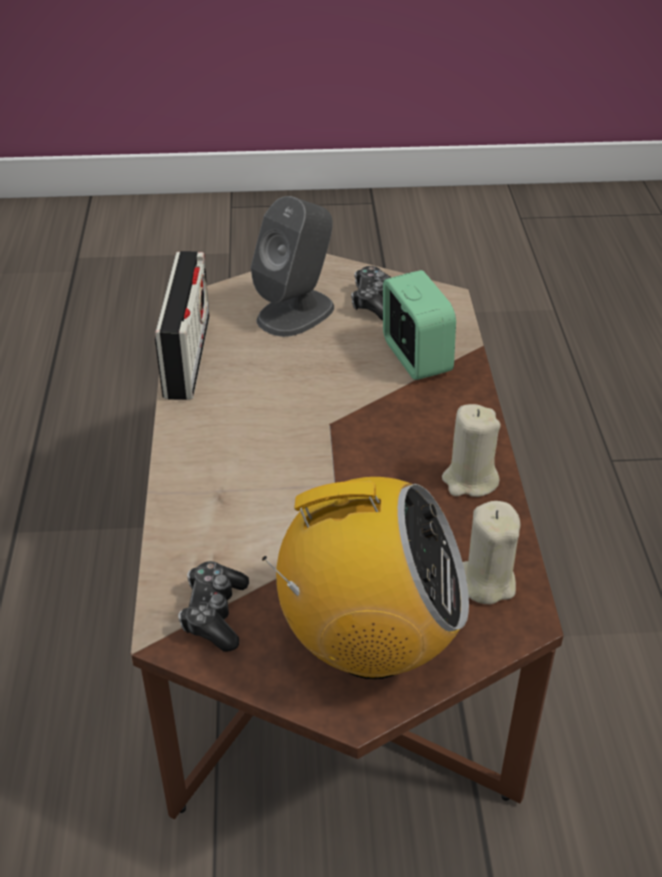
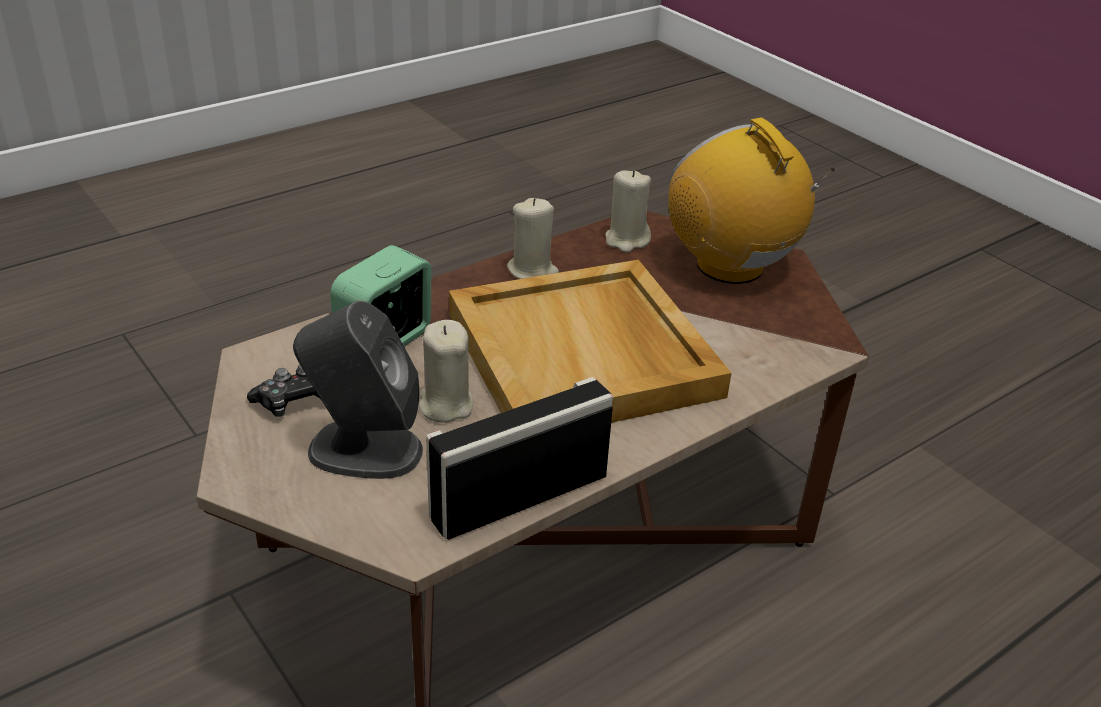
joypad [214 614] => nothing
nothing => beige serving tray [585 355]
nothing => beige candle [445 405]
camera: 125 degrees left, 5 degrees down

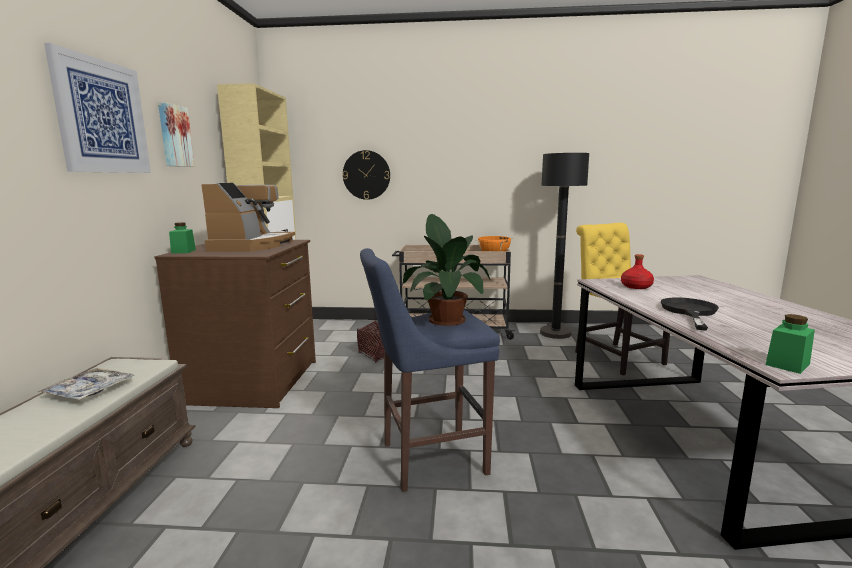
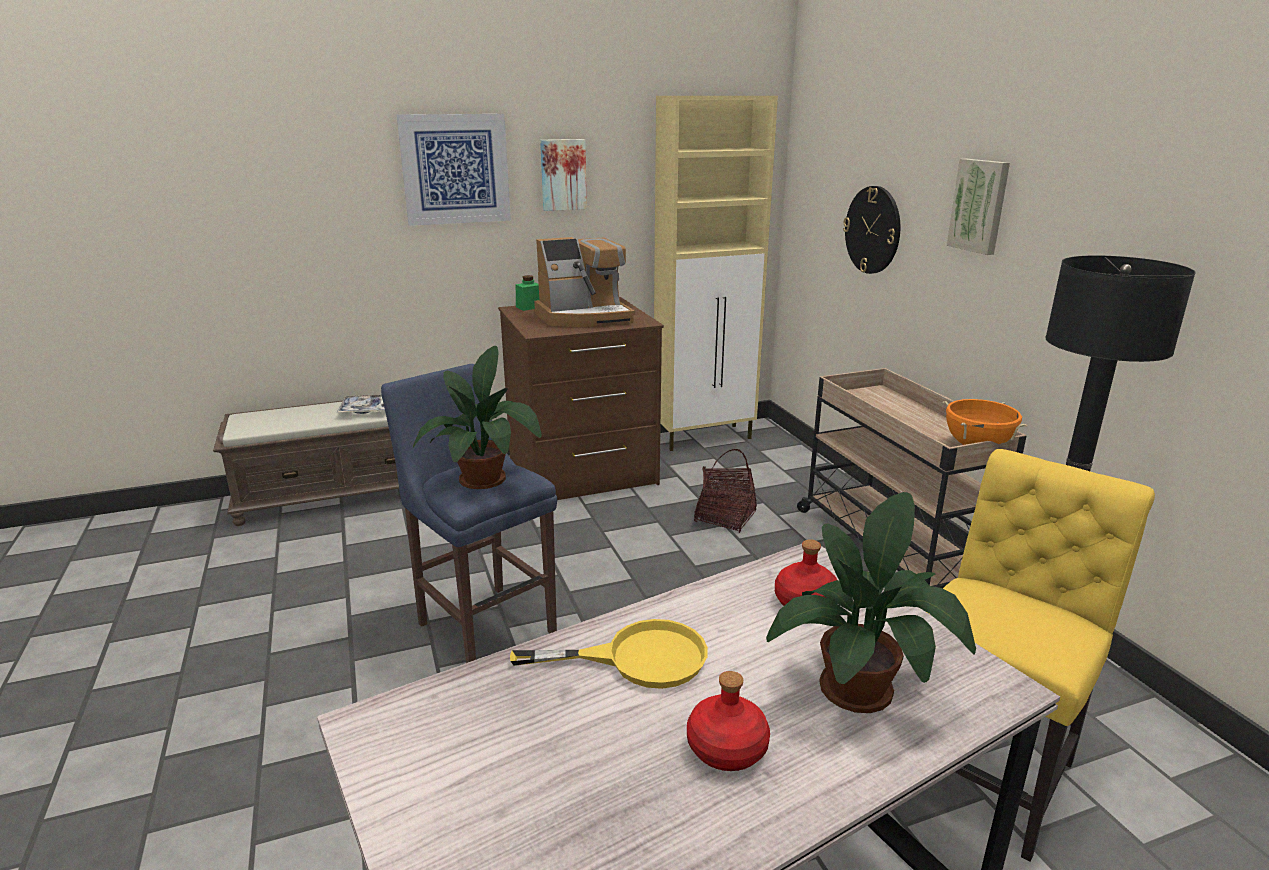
black skillet [689 312] => yellowish skillet [637 658]
green storage jar [787 364] => nothing
nothing => wall picture [980 206]
nothing => plant in a pot [862 686]
nothing => red bottle [727 748]
camera: 65 degrees right, 10 degrees up

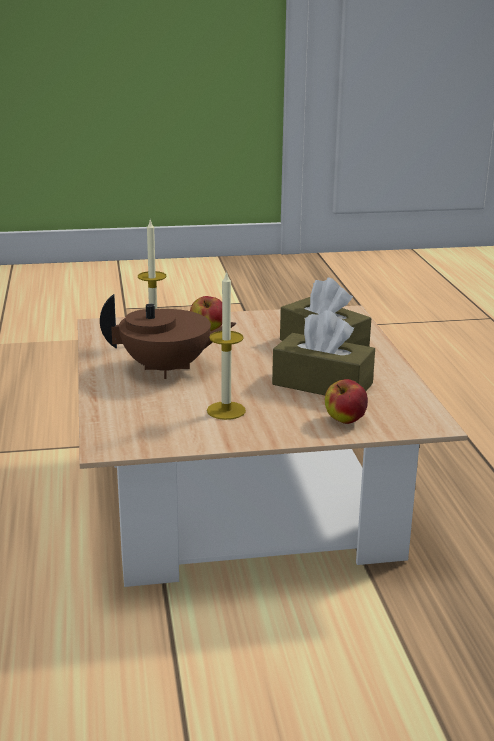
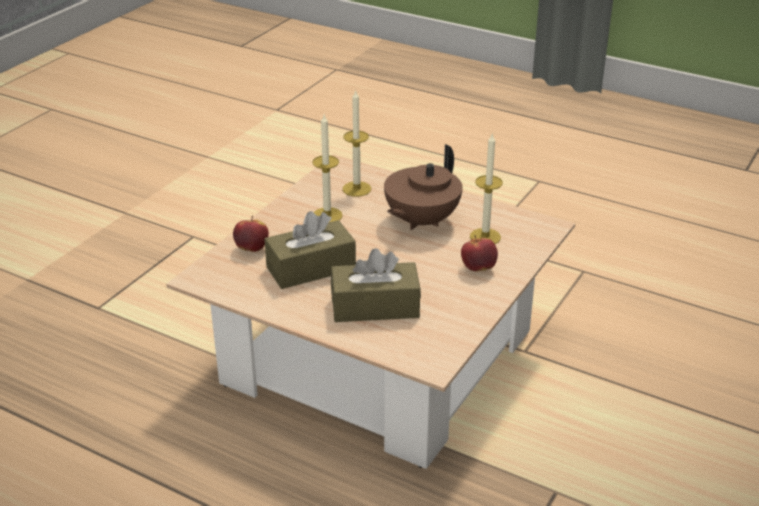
nothing => candle [356 189]
camera: 130 degrees right, 10 degrees up

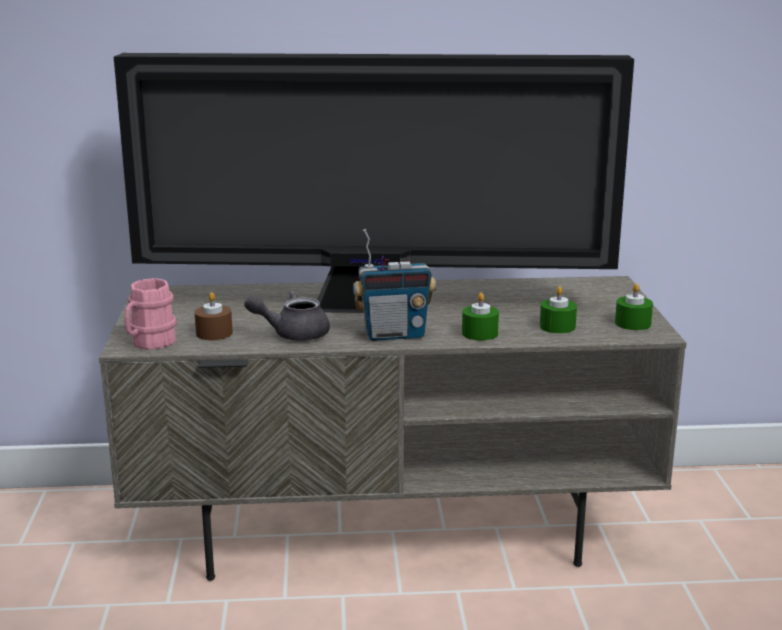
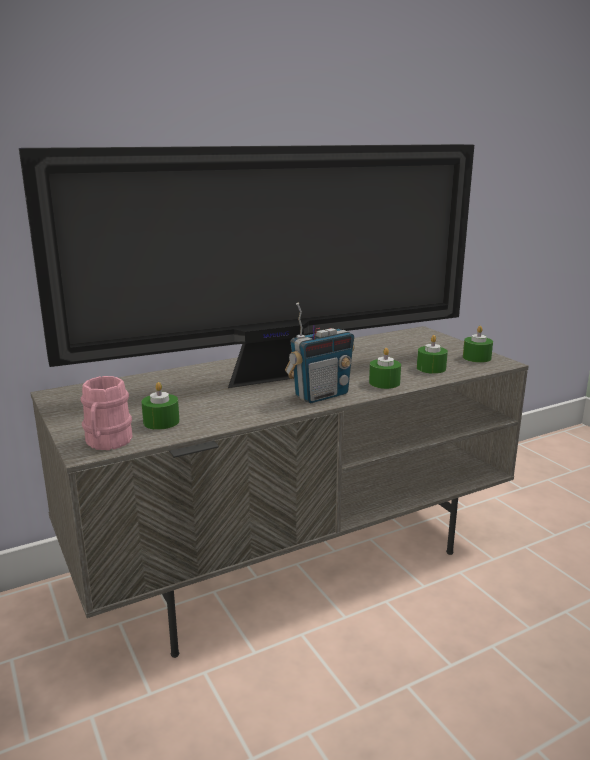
gray pot for tea [292 334] => nothing
brown candle [214 333] => green candle [161 422]
camera: 25 degrees left, 0 degrees up

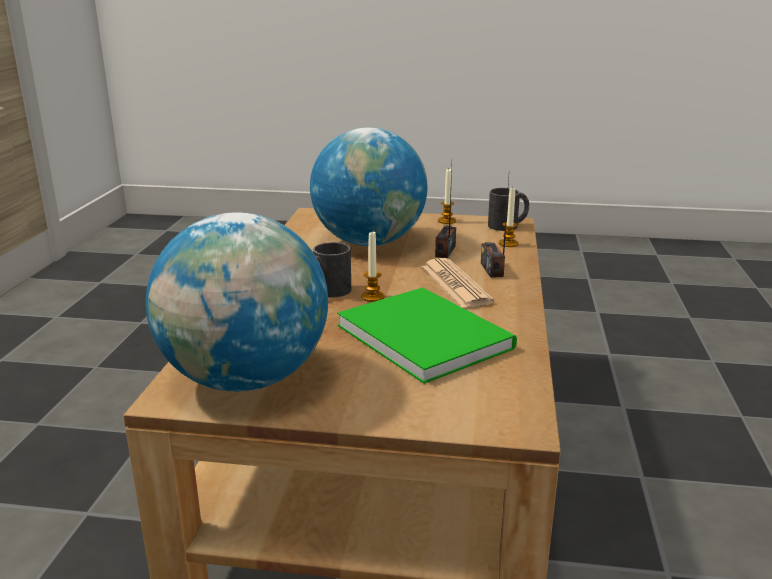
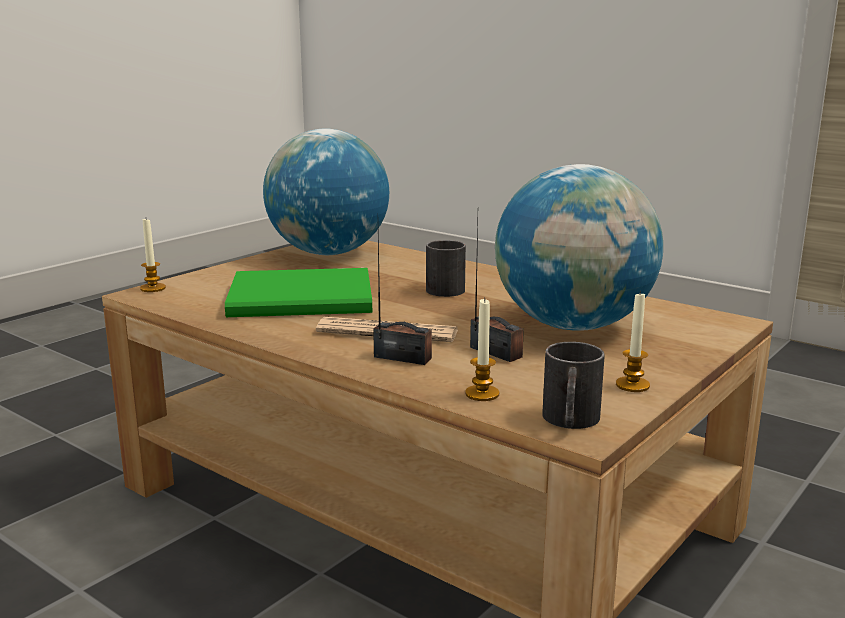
candle [372 297] => candle [153 288], relocated
camera: 120 degrees right, 5 degrees down

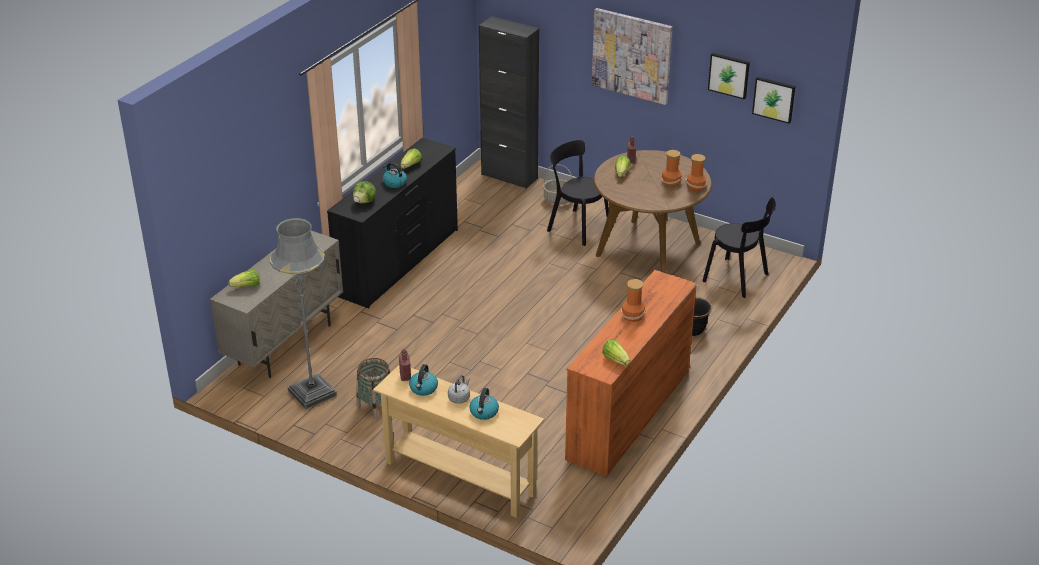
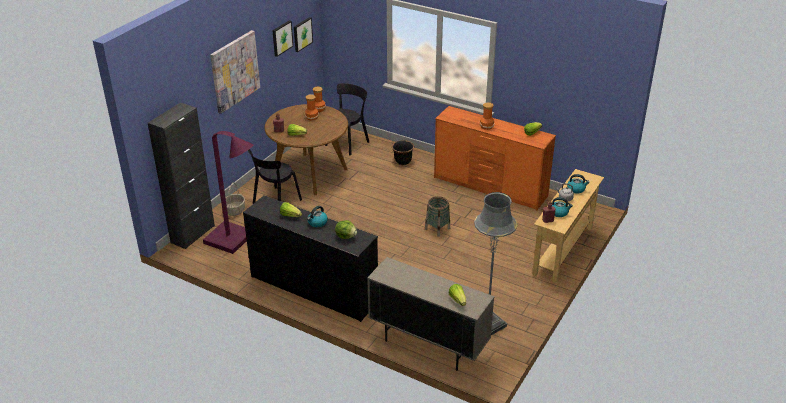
basket [375 406] => basket [437 229], relocated
nothing => purple-coloured floor lamp [235 240]
camera: 90 degrees left, 0 degrees up

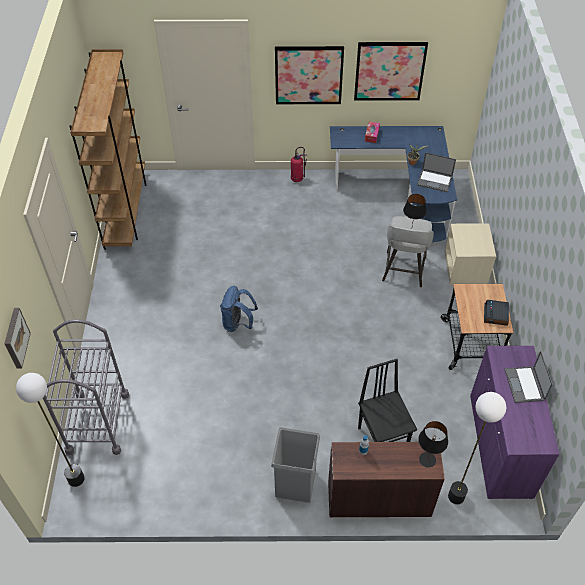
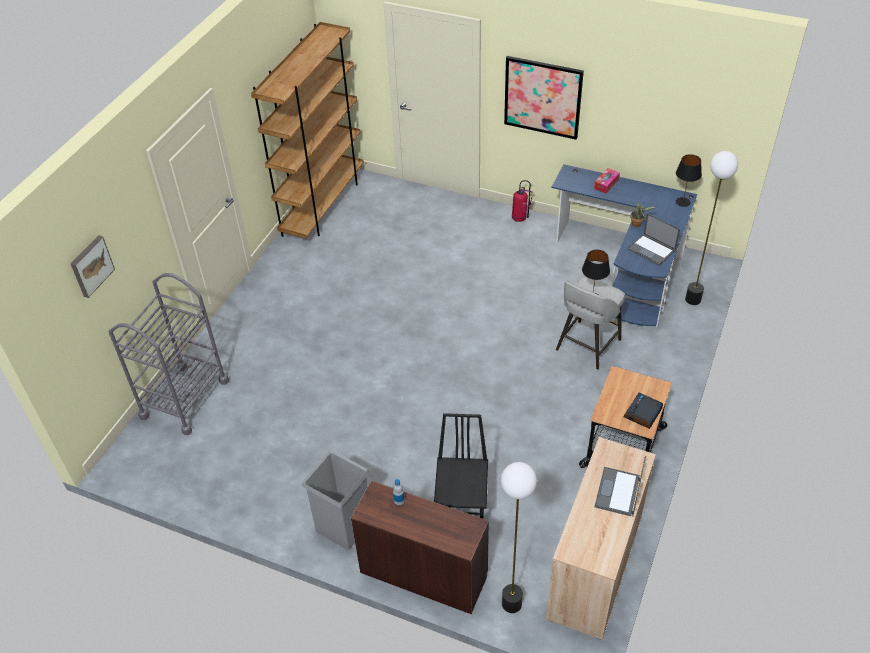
wall picture [389 71] => nothing
beige nightstand [466 268] => nothing
blue knapsack [238 323] => nothing
purple-coloured storage cabinet [500 445] => beige storage cabinet [594 568]
floor lamp [76 479] => floor lamp [692 299], relocated
black tabletop lamp [427 459] => black tabletop lamp [682 202], relocated
camera: 25 degrees right, 5 degrees down

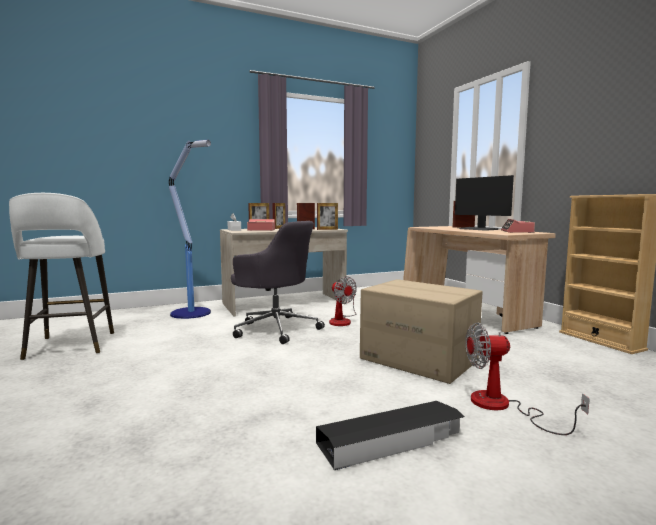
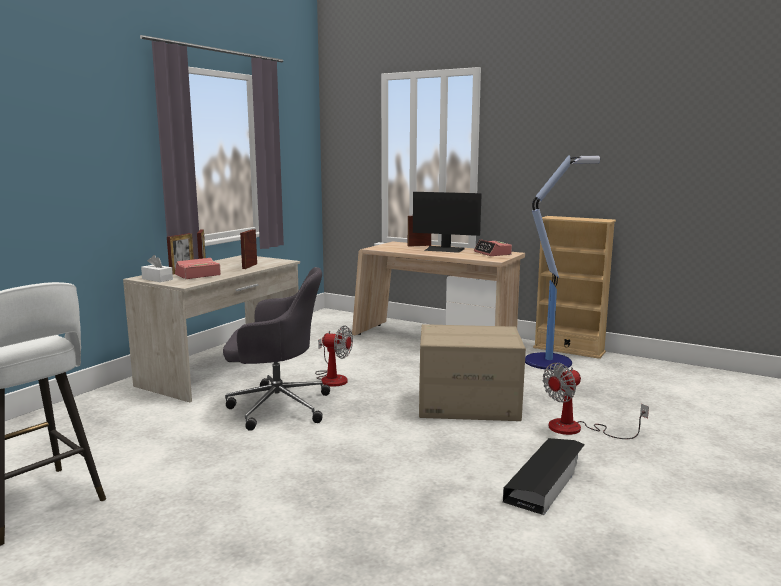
floor lamp [192 313] => floor lamp [550 361], relocated
standing frame [327 229] => nothing
camera: 35 degrees left, 5 degrees up

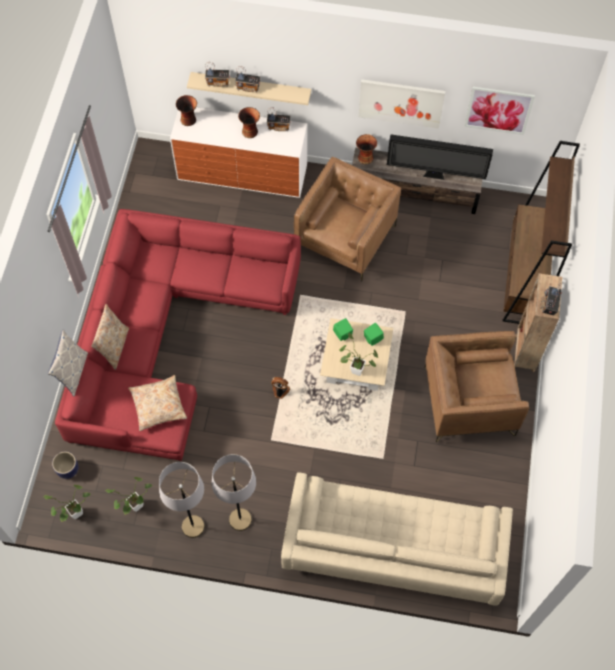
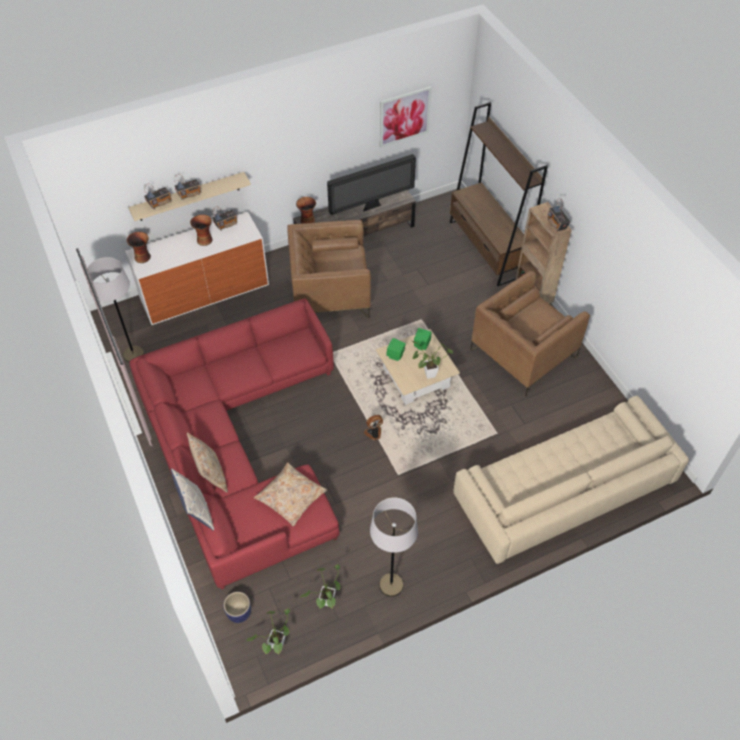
wall picture [401 103] => nothing
brown easy chair [345 237] => brown easy chair [330 293], 90 degrees counterclockwise
gray floor lamp [240 519] => gray floor lamp [133 354], relocated
camera: 35 degrees left, 10 degrees down

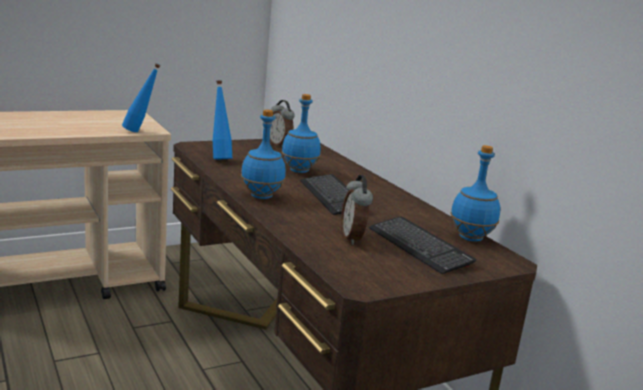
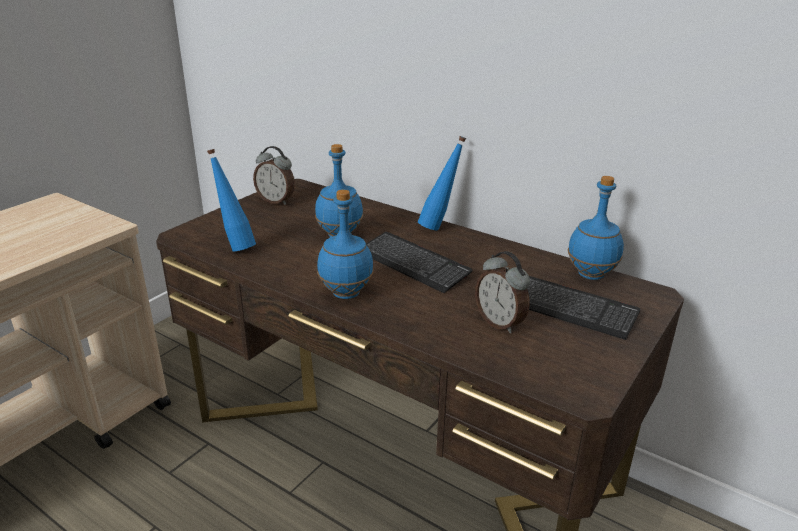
blue bottle [140 132] => blue bottle [439 226], relocated
camera: 25 degrees left, 10 degrees up

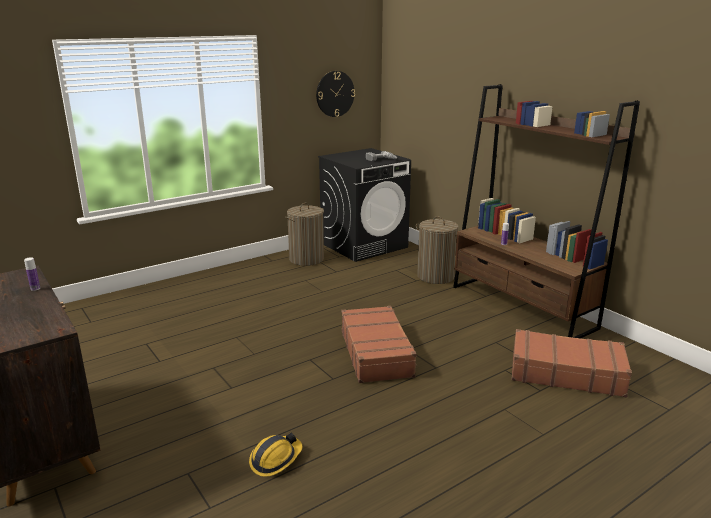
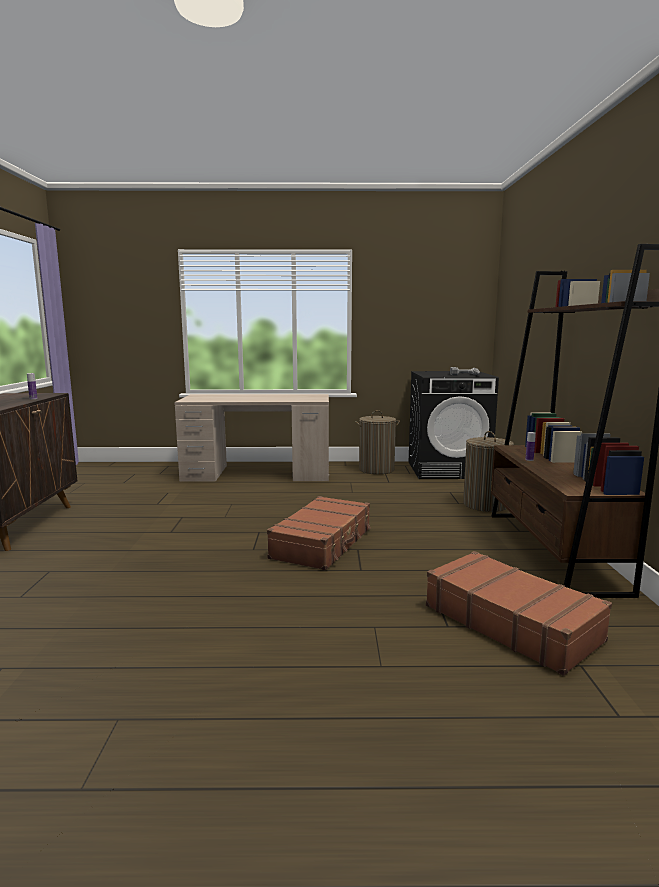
wall clock [335 94] => nothing
safety helmet [275 459] => nothing
nothing => beige desk unit [258 473]
camera: 35 degrees right, 10 degrees down

